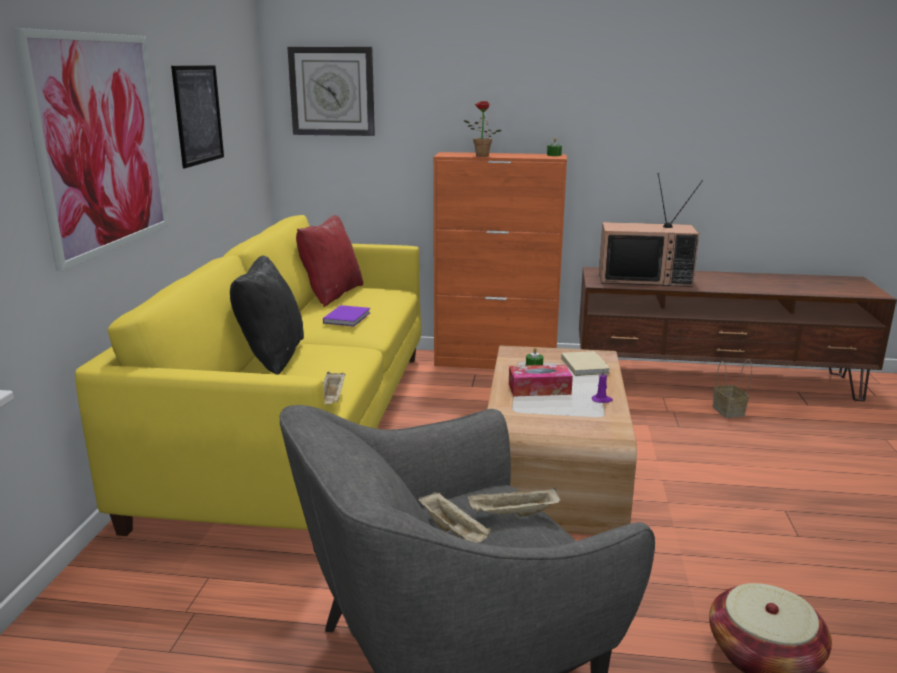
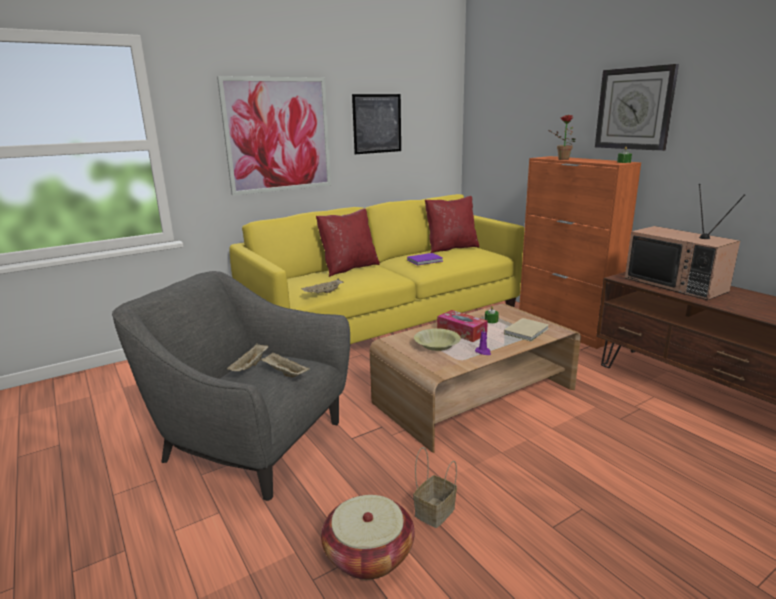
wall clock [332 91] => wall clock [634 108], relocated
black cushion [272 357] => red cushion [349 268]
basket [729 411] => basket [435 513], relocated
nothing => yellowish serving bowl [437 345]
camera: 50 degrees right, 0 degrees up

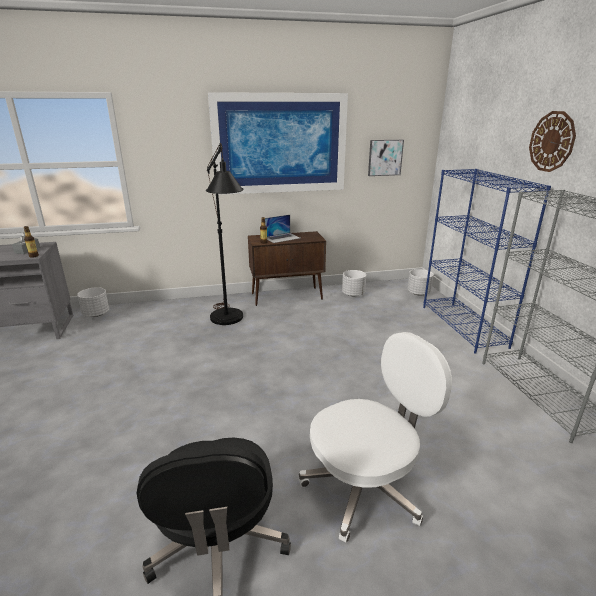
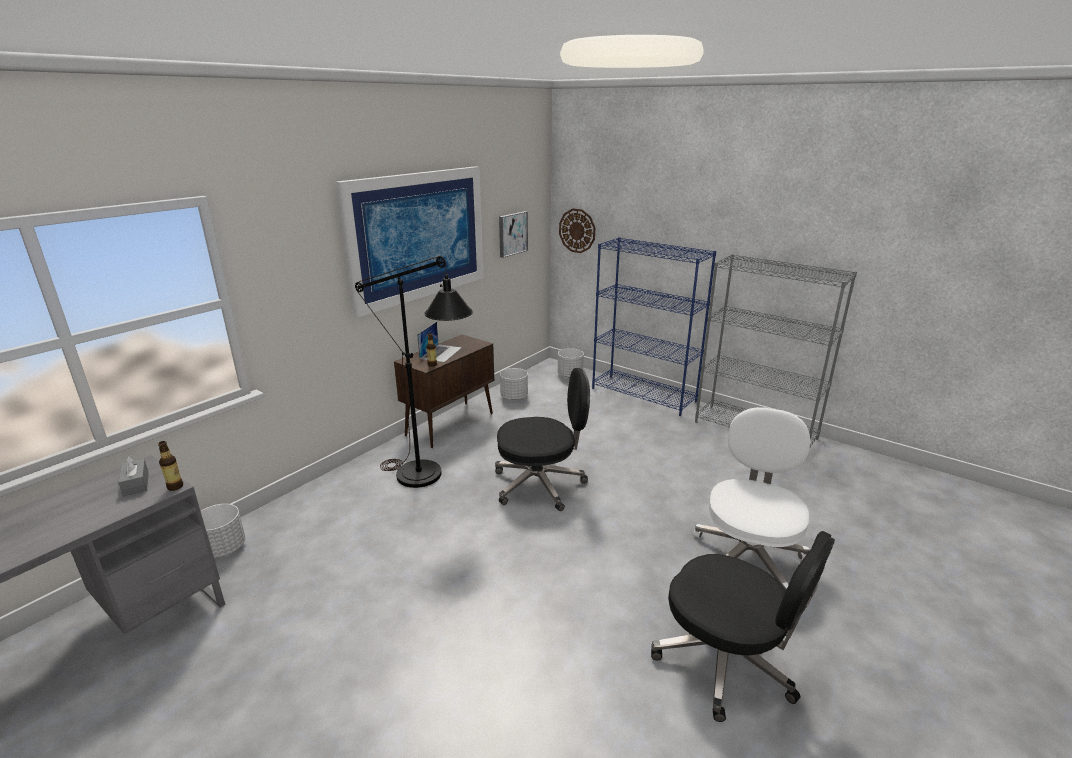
wall clock [552 141] => wall clock [577 230], relocated
nothing => black desk chair [541 484]
camera: 40 degrees left, 0 degrees up

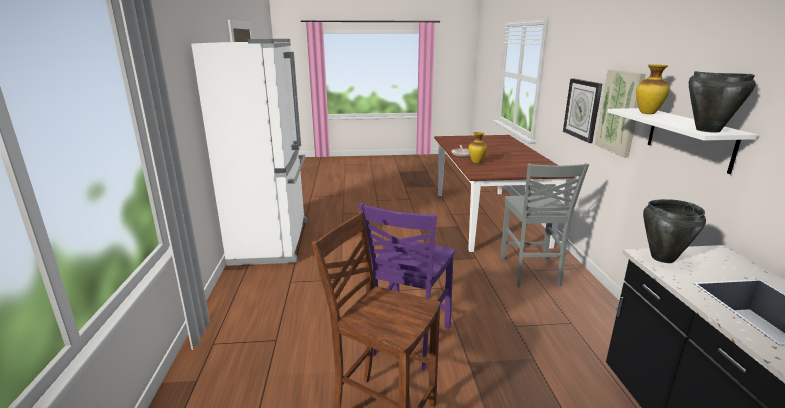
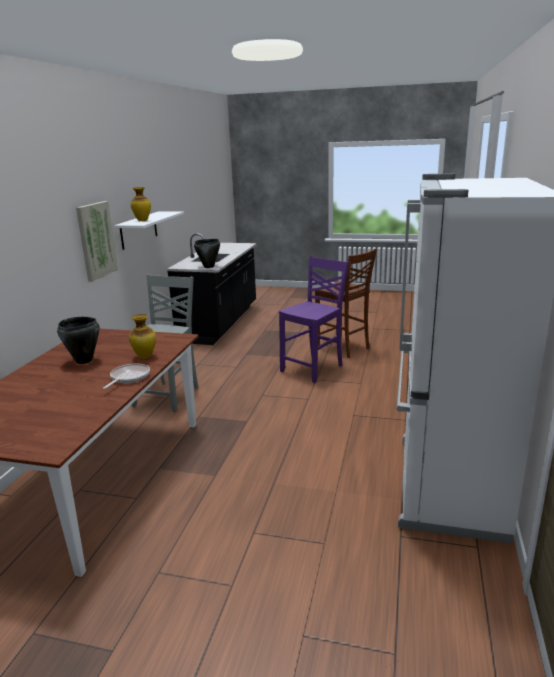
black stockpot [707 130] => black stockpot [84 361], relocated
wall clock [582 109] => nothing
camera: 160 degrees left, 0 degrees up

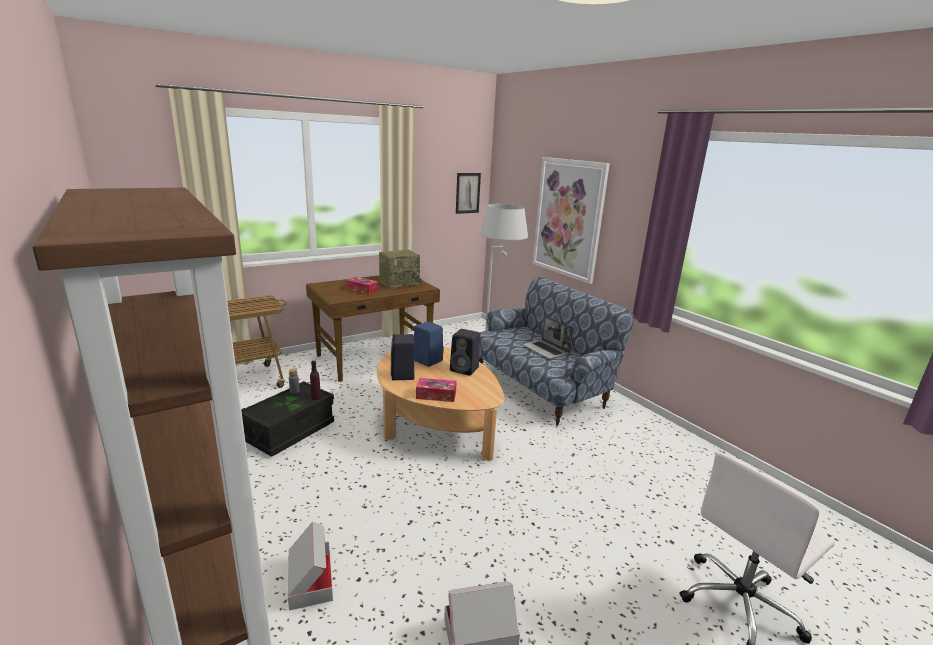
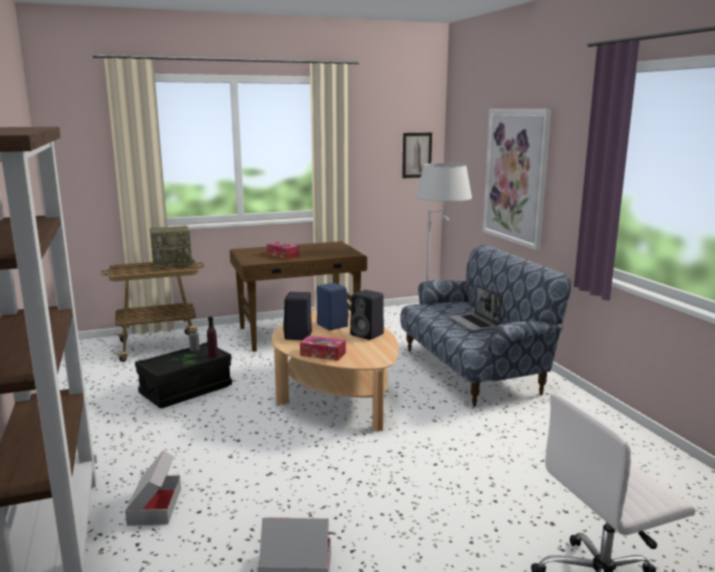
radio receiver [399 283] => radio receiver [173 263], relocated
camera: 15 degrees right, 5 degrees down

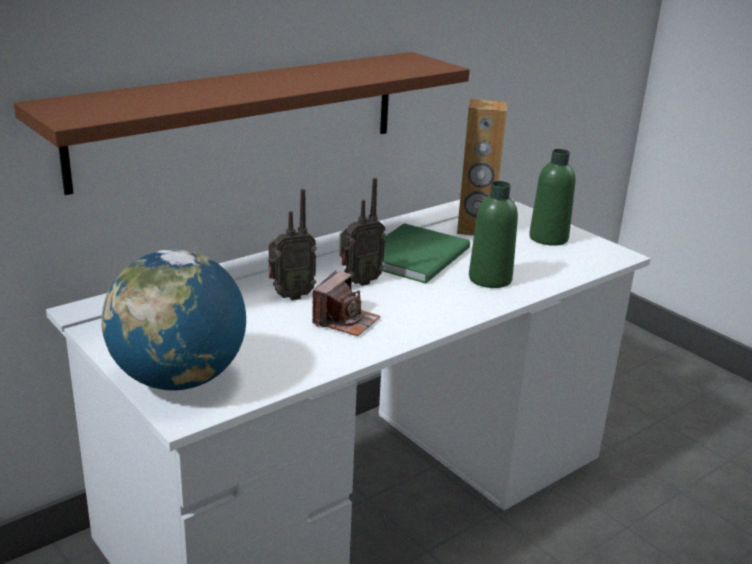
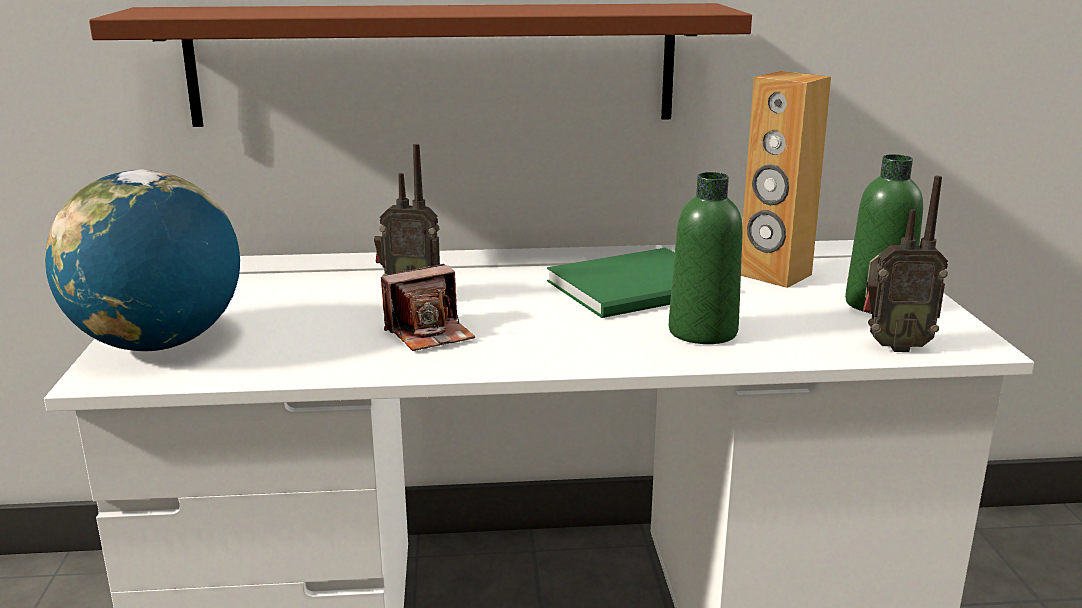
radio receiver [358 282] => radio receiver [893 346], relocated
camera: 35 degrees right, 5 degrees down

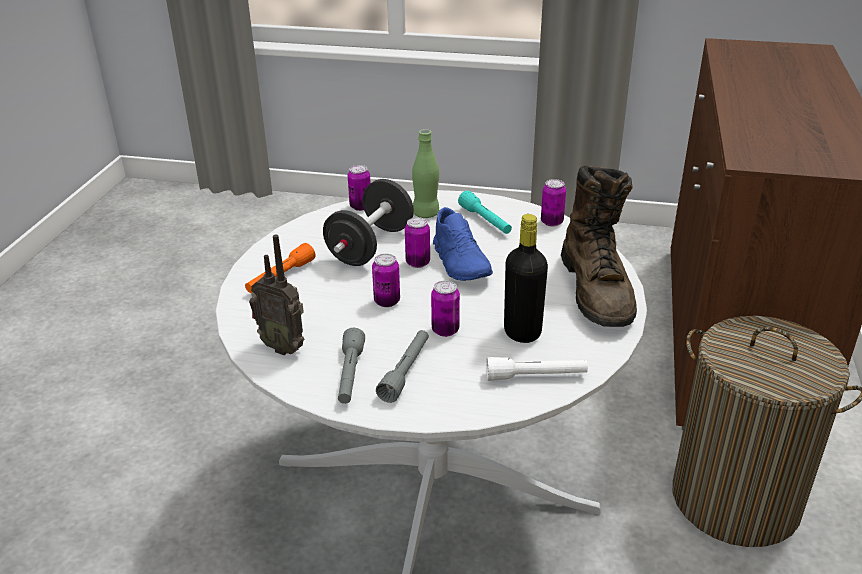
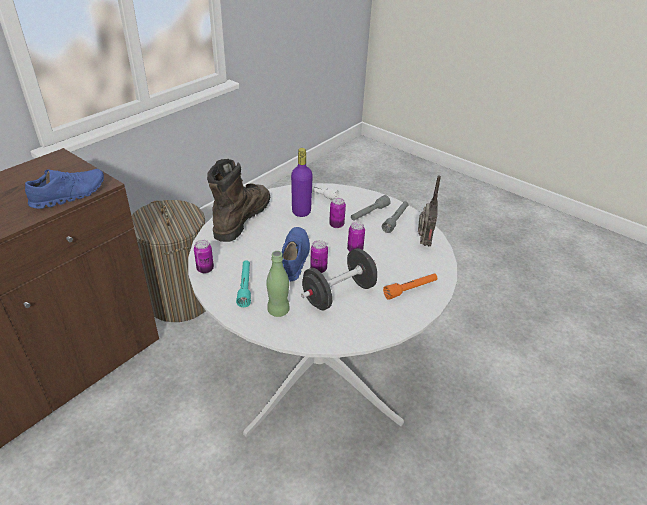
can [360 206] => nothing
black bottle [522 332] => purple-coloured bottle [301 212]
radio receiver [284 346] => radio receiver [423 243], 45 degrees clockwise
nothing => blue low shoe [69 195]
camera: 155 degrees left, 5 degrees up

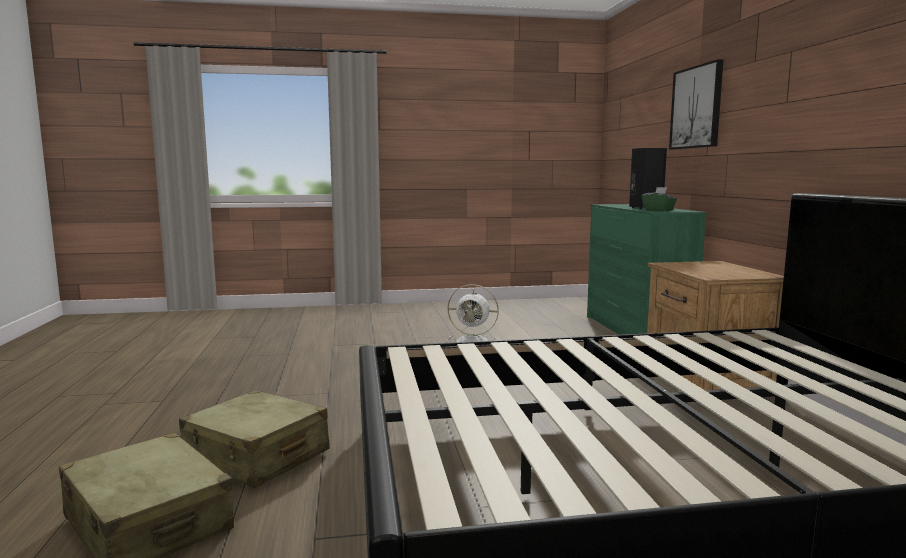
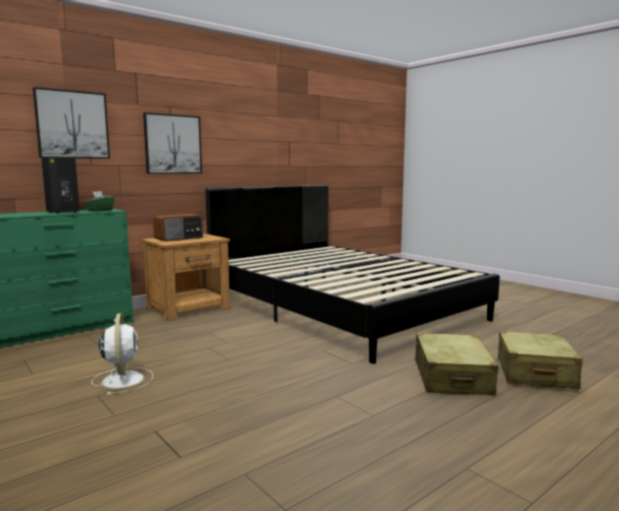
nothing => wall picture [173 144]
nothing => radio receiver [179 238]
camera: 120 degrees left, 0 degrees up

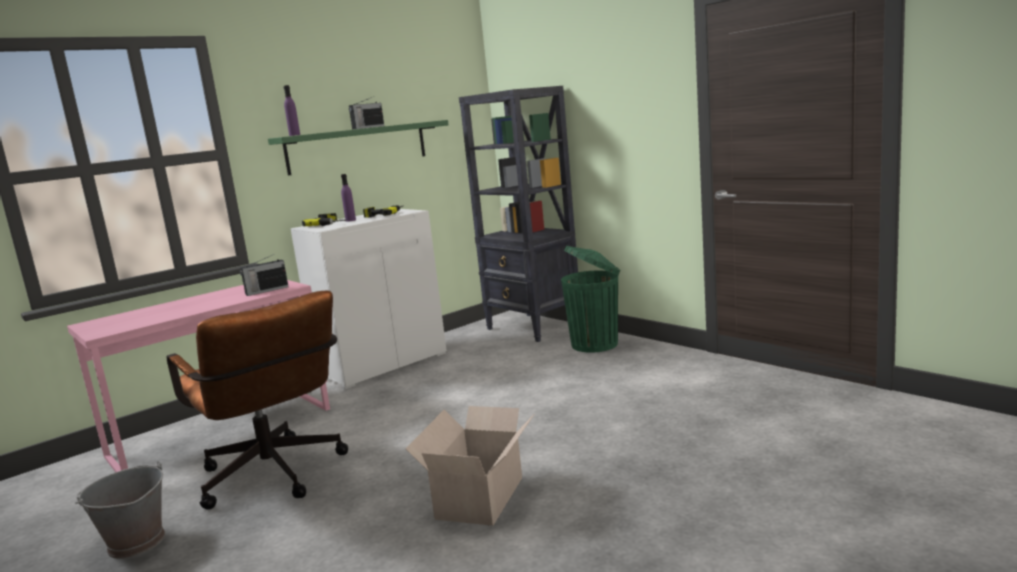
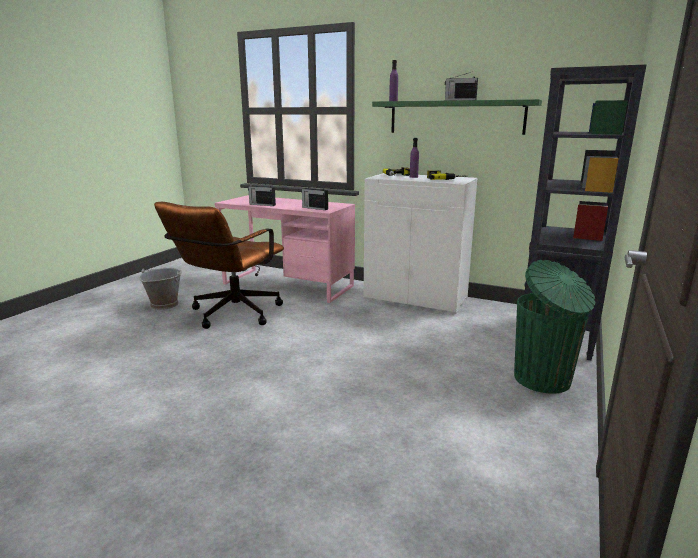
cardboard box [482 496] => nothing
nothing => radio receiver [262 204]
camera: 65 degrees right, 5 degrees up

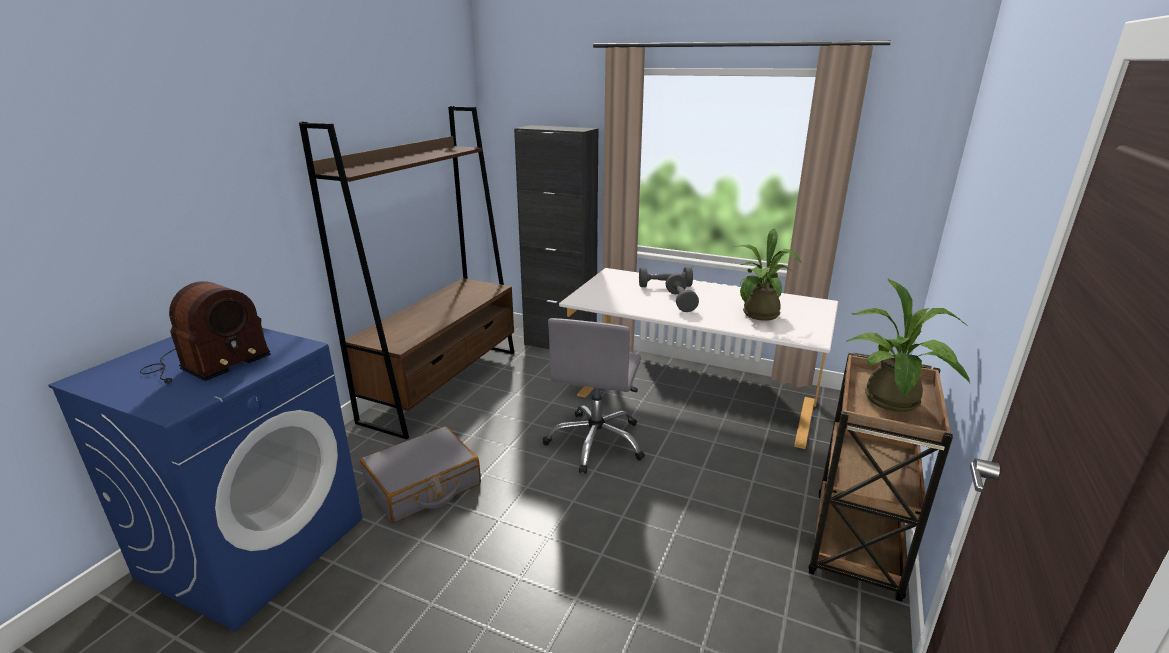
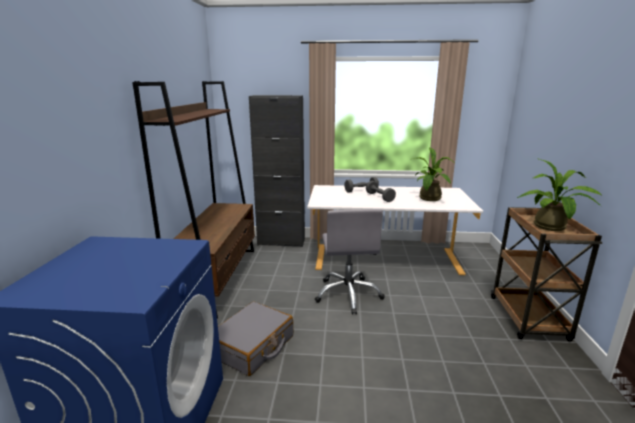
radio receiver [206 364] => nothing
camera: 20 degrees left, 5 degrees down

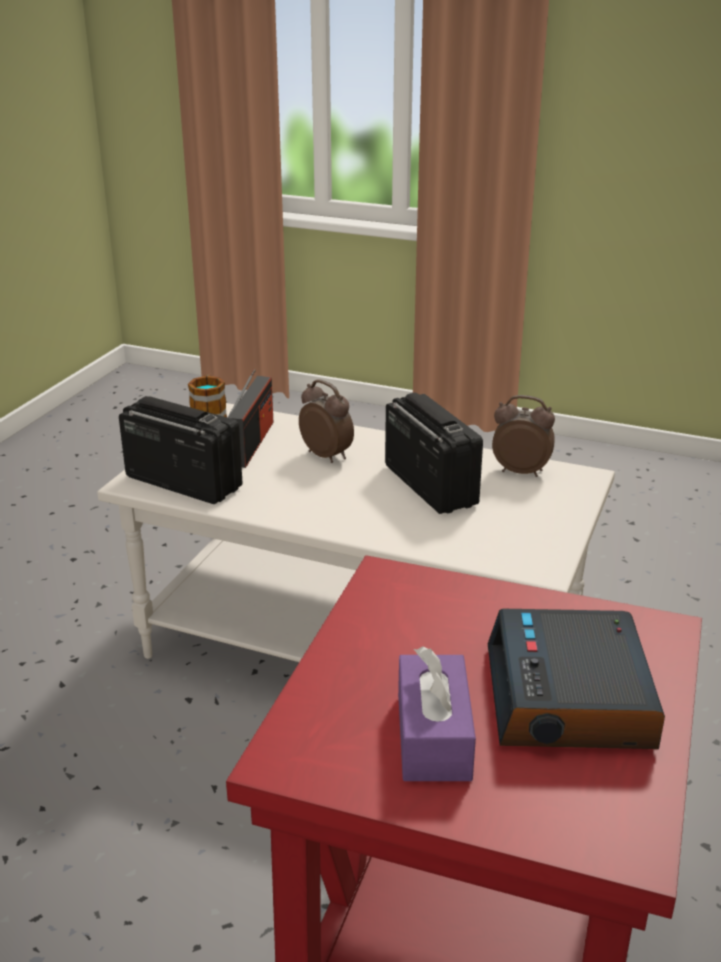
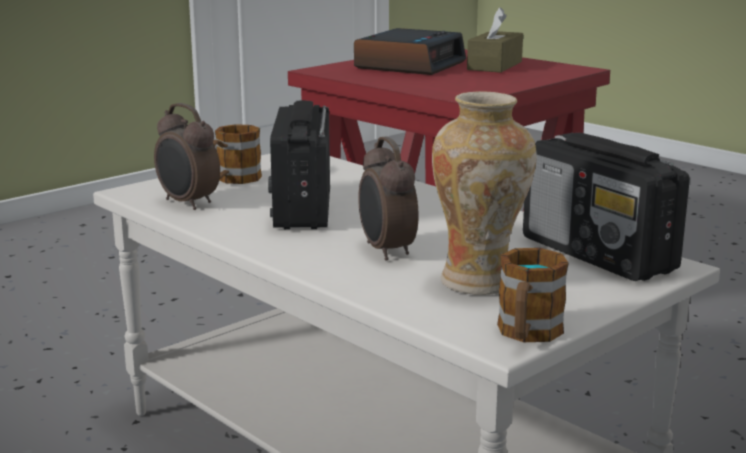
radio receiver [251 443] => decorative vase [479 282]
purple-coloured tissue holder [433 736] => brown tissue holder [494 65]
nothing => mug [233 180]
camera: 155 degrees left, 10 degrees down

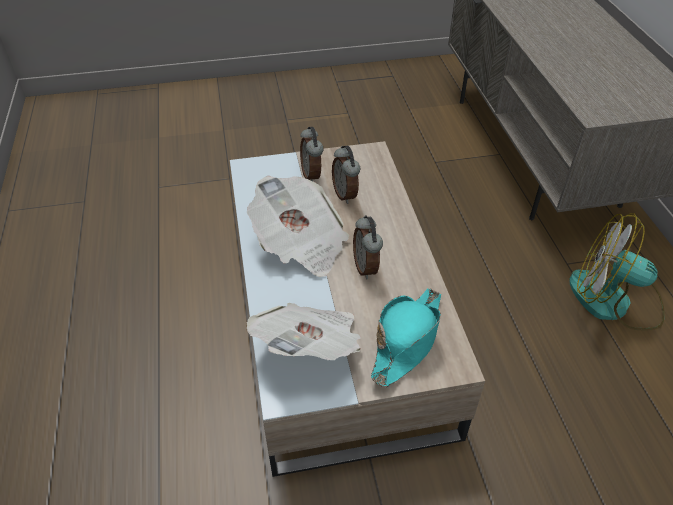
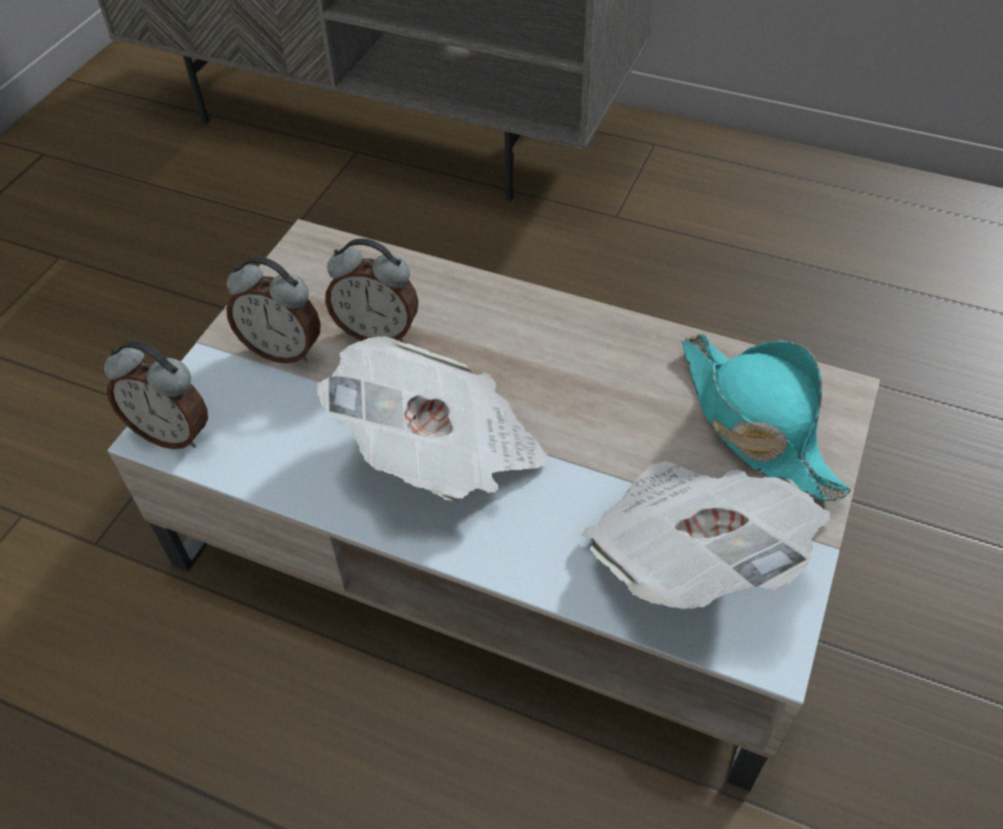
fan [613 301] => nothing
bedside clock [366 267] => bedside clock [173 432], relocated
camera: 55 degrees left, 5 degrees up

